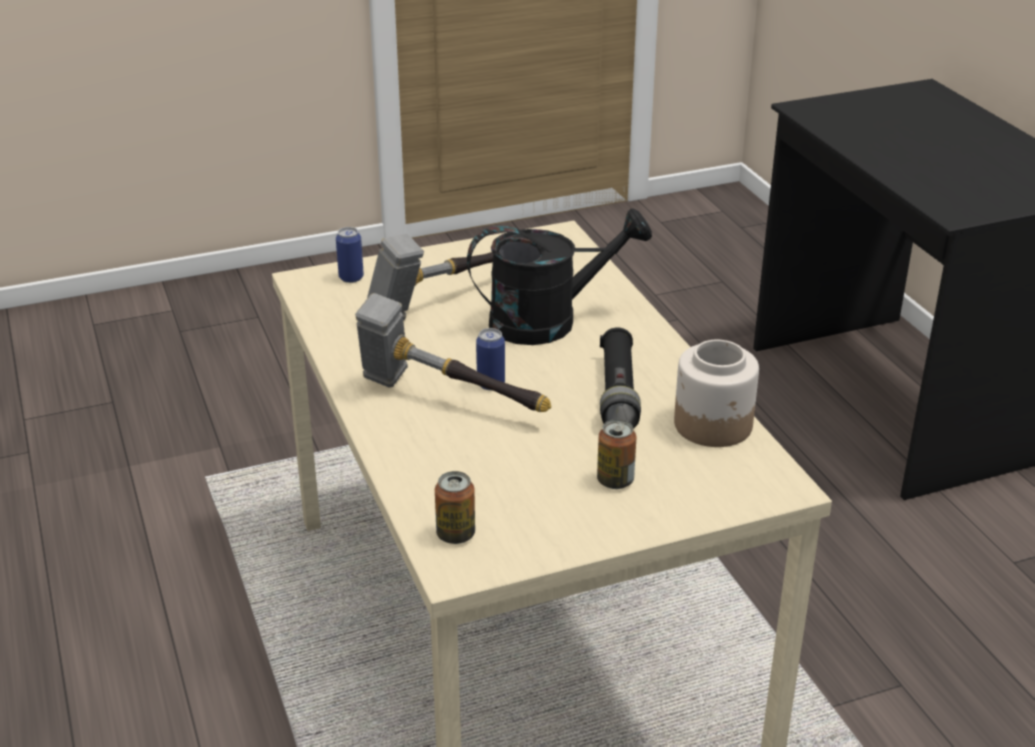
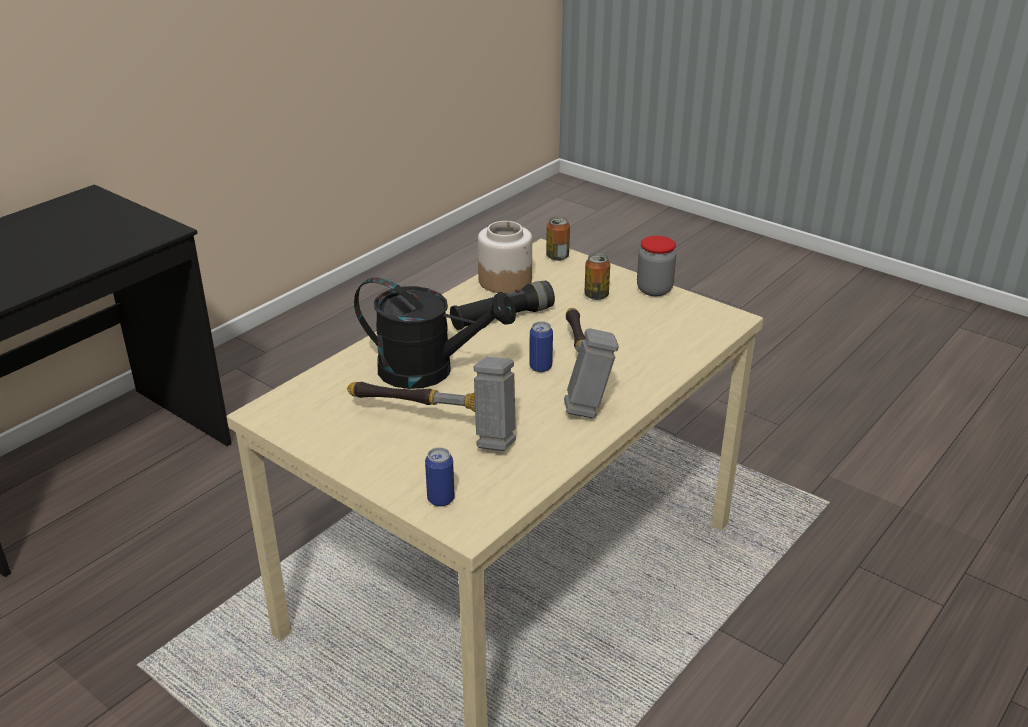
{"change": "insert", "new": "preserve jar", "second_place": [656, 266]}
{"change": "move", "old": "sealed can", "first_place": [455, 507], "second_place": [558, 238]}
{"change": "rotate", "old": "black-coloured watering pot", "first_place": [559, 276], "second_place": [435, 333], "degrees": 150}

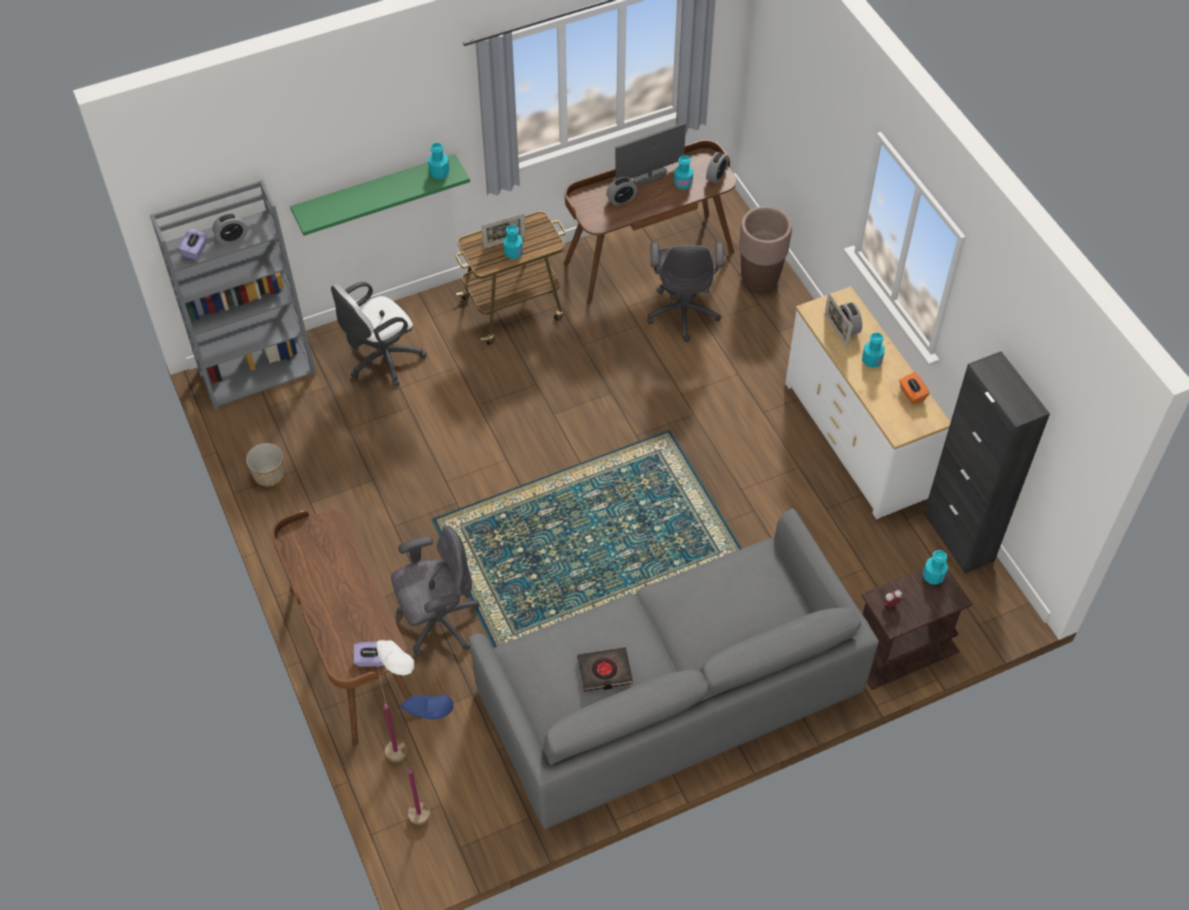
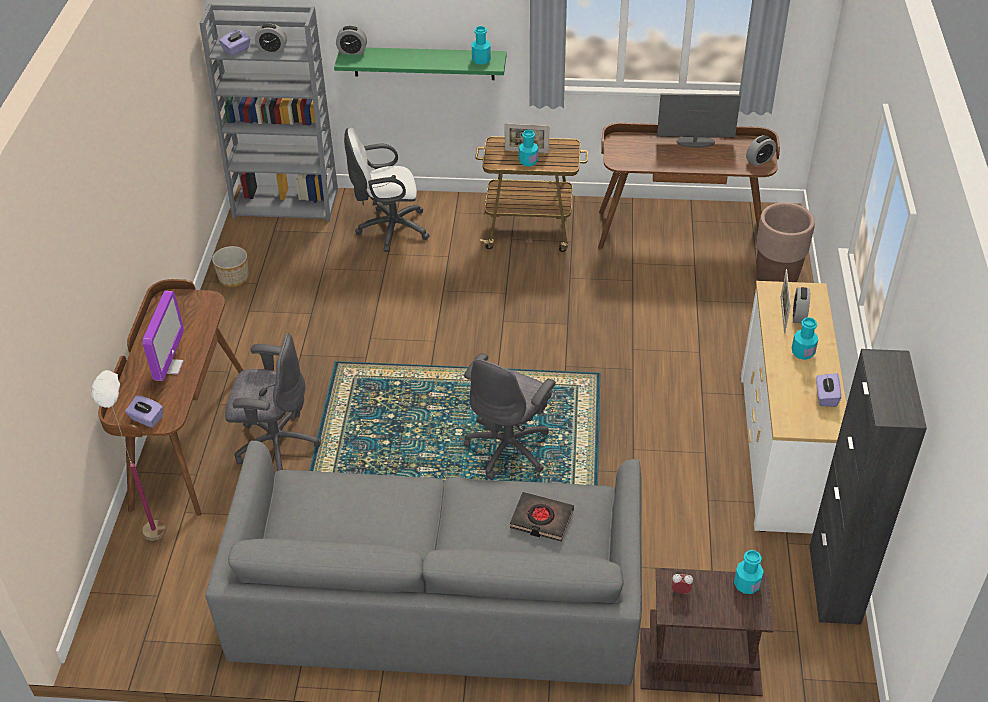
{"change": "delete", "old": "blue standing lamp", "first_place": [425, 760]}
{"change": "delete", "old": "turquoise drink bottle", "first_place": [683, 172]}
{"change": "insert", "new": "monitor", "second_place": [163, 336]}
{"change": "move", "old": "black-coloured book", "first_place": [605, 669], "second_place": [542, 516]}
{"change": "move", "old": "table clock", "first_place": [621, 191], "second_place": [351, 40]}
{"change": "move", "old": "grey computer chair", "first_place": [685, 292], "second_place": [510, 416]}
{"change": "recolor", "old": "orange-coloured tissue box", "new": "purple-coloured tissue box", "first_place": [914, 388], "second_place": [828, 390]}

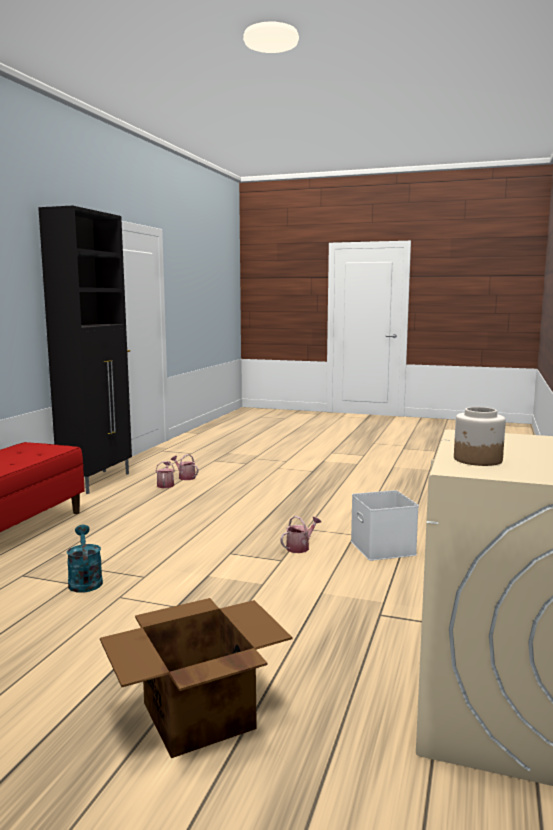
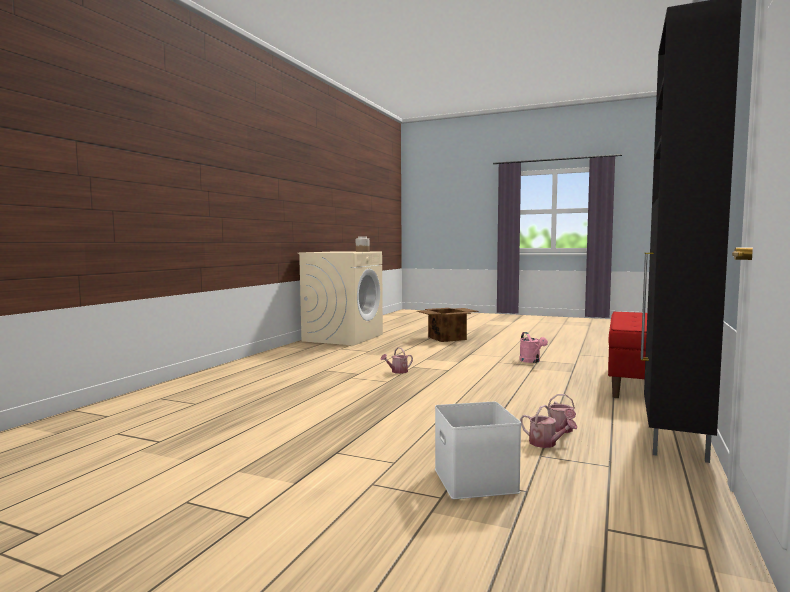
{"change": "move", "old": "white storage container", "first_place": [385, 525], "second_place": [478, 450]}
{"change": "recolor", "old": "turquoise watering pot", "new": "pink watering pot", "first_place": [85, 559], "second_place": [533, 347]}

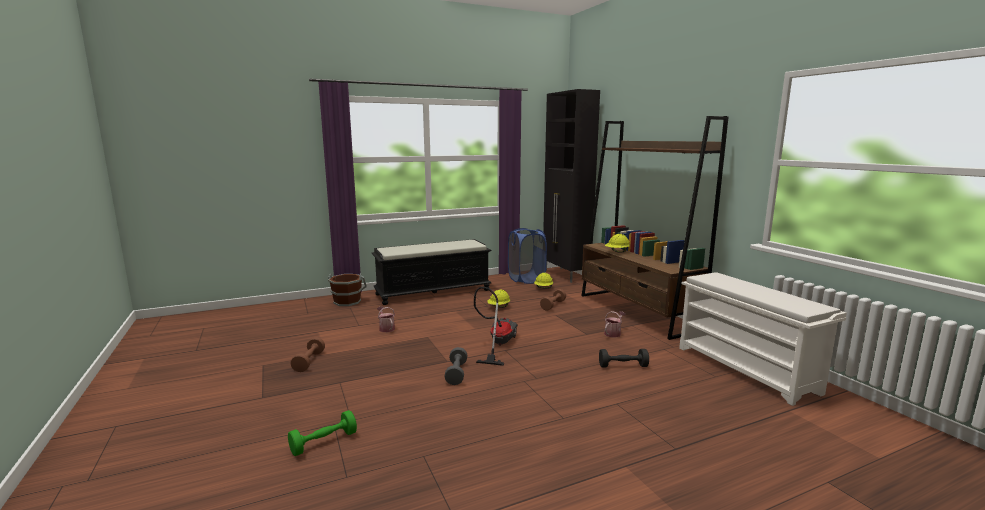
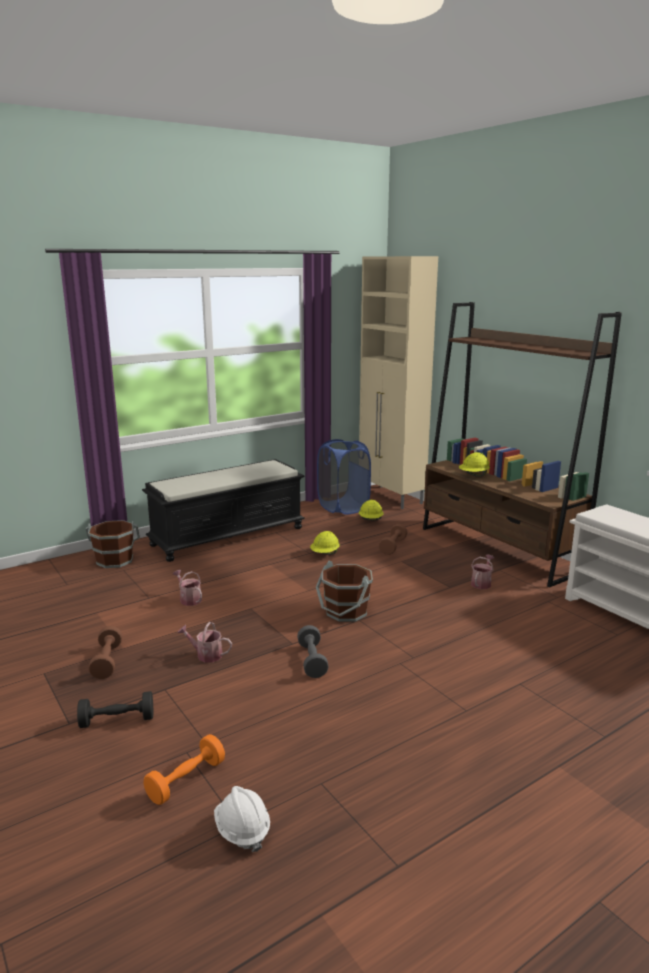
{"change": "insert", "new": "watering pot", "second_place": [205, 642]}
{"change": "insert", "new": "white work helmet", "second_place": [242, 819]}
{"change": "move", "old": "black-coloured dumbbell", "first_place": [624, 358], "second_place": [115, 709]}
{"change": "replace", "old": "vacuum cleaner", "new": "brownish pail", "first_place": [496, 326], "second_place": [344, 591]}
{"change": "recolor", "old": "greenish dumbbell", "new": "orange-coloured dumbbell", "first_place": [322, 433], "second_place": [184, 769]}
{"change": "recolor", "old": "black-coloured storage cabinet", "new": "beige-coloured storage cabinet", "first_place": [571, 186], "second_place": [398, 382]}

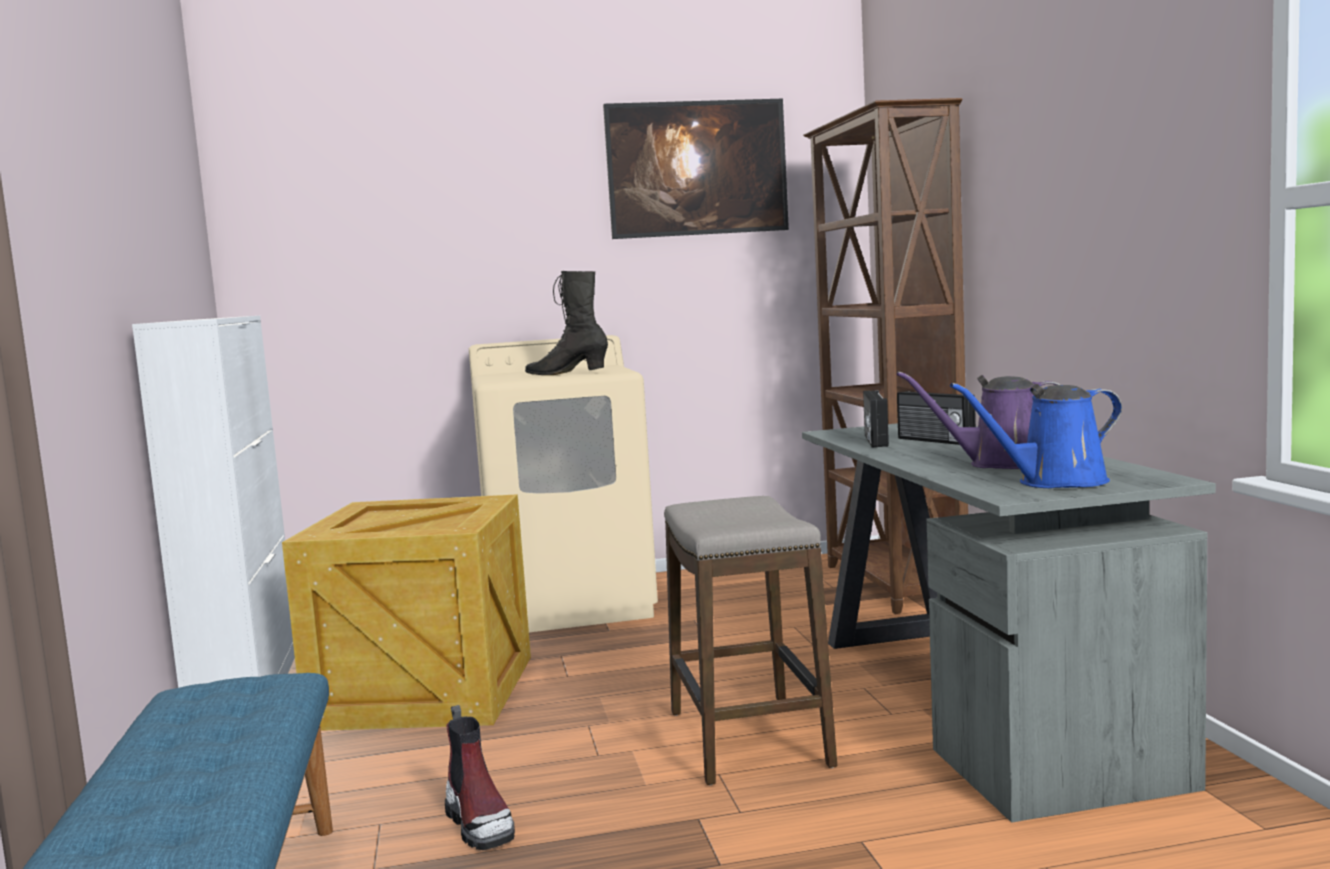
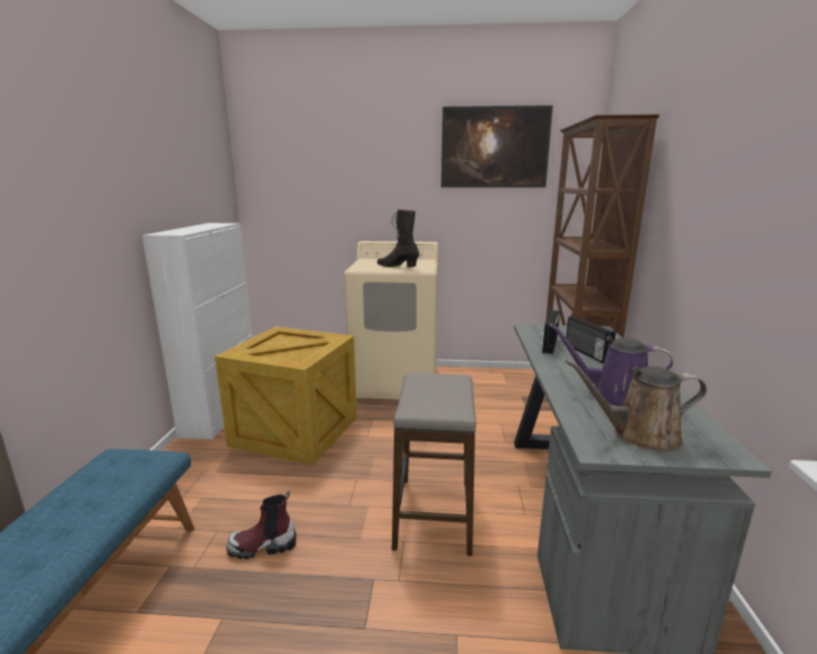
{"change": "recolor", "old": "blue watering pot", "new": "brownish watering pot", "first_place": [1036, 435], "second_place": [636, 405]}
{"change": "rotate", "old": "high-top boot", "first_place": [480, 777], "second_place": [261, 525], "degrees": 90}

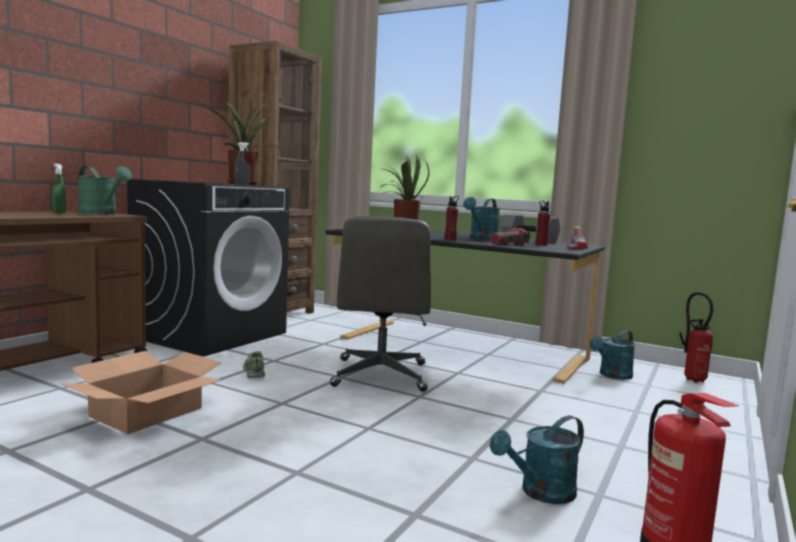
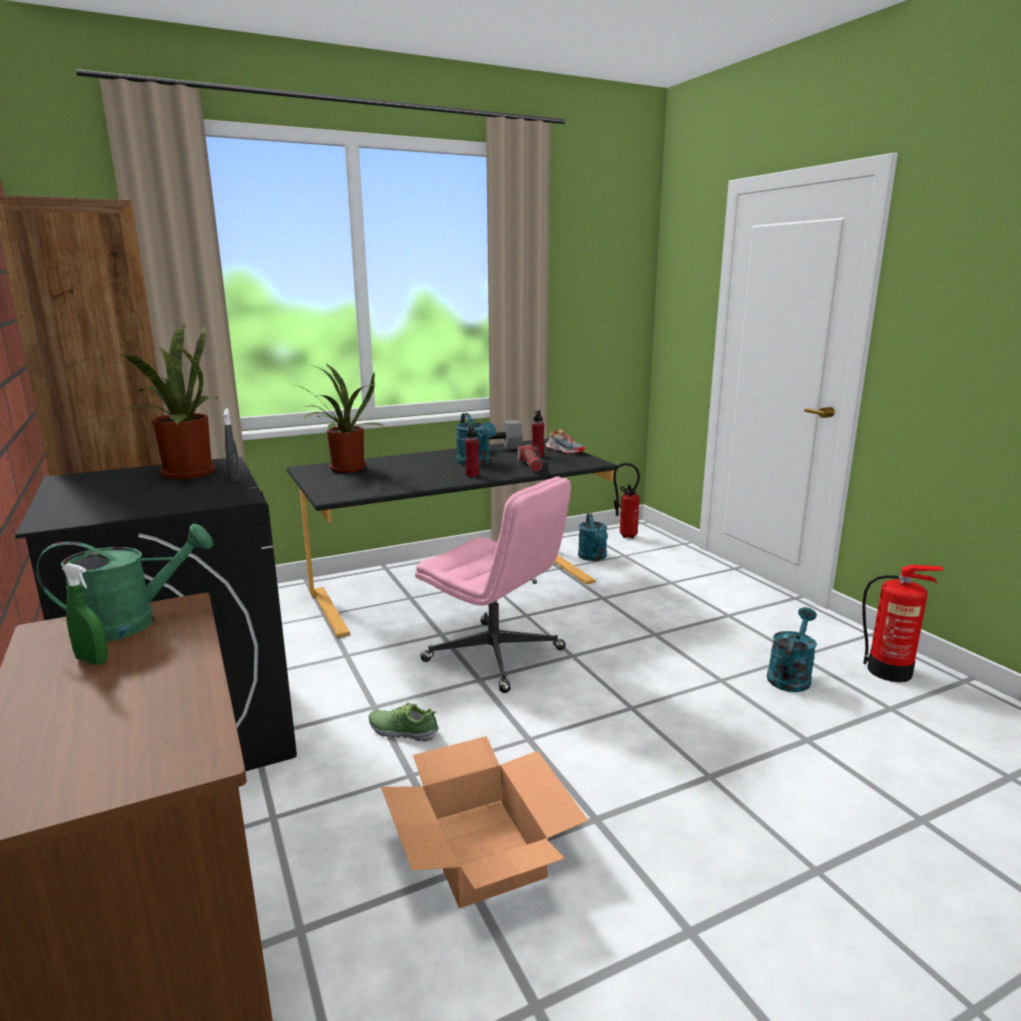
{"change": "recolor", "old": "grey computer chair", "new": "pink computer chair", "first_place": [380, 304], "second_place": [493, 584]}
{"change": "rotate", "old": "turquoise watering pot", "first_place": [537, 459], "second_place": [792, 649], "degrees": -150}

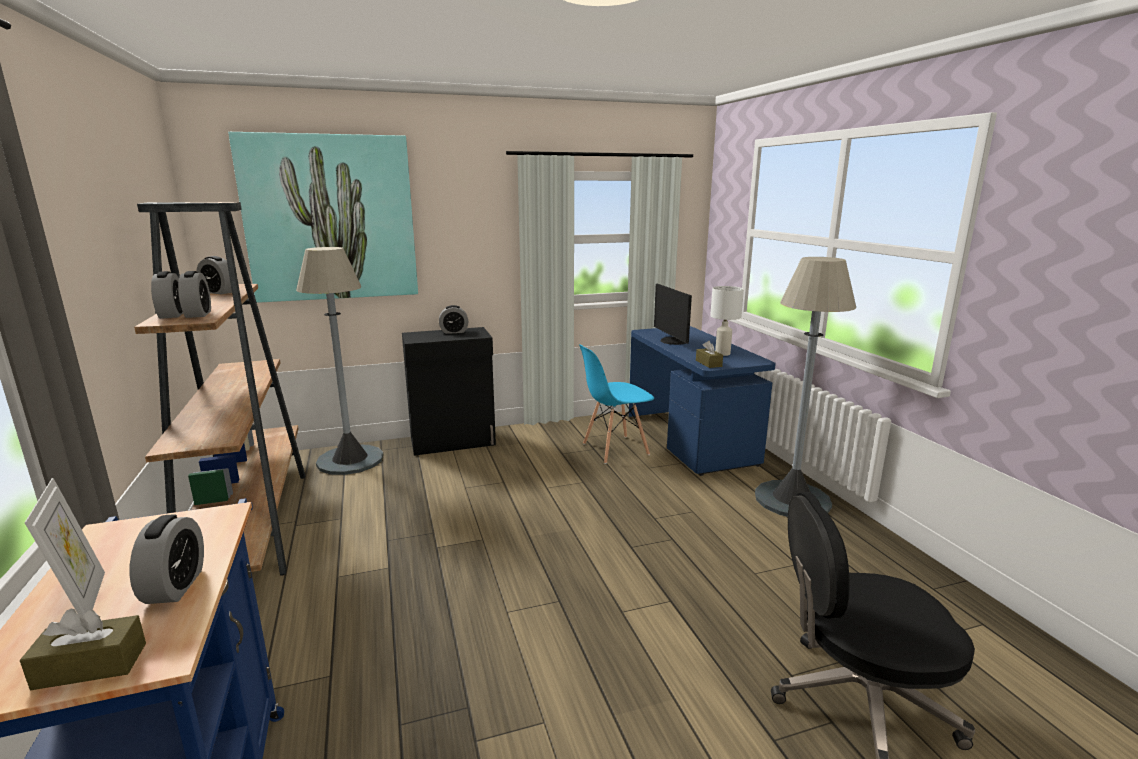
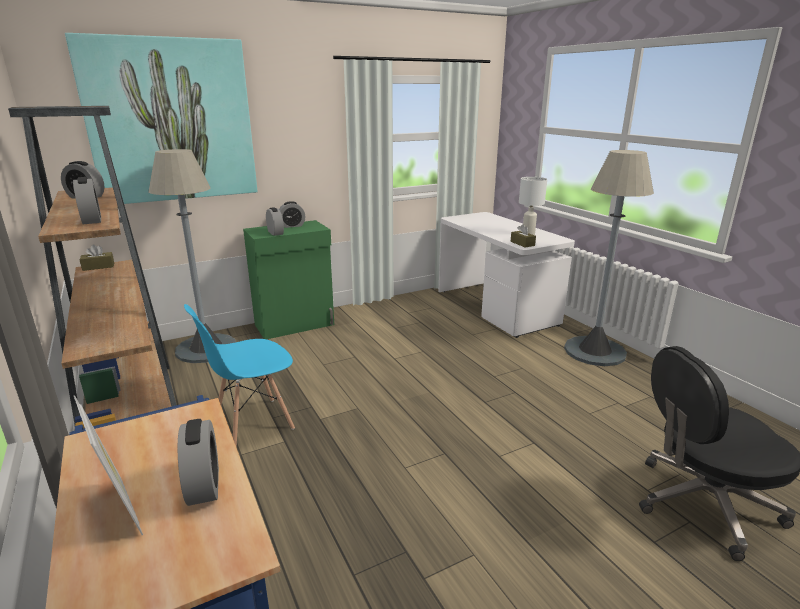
{"change": "delete", "old": "monitor", "first_place": [673, 314]}
{"change": "move", "old": "brownish tissue box", "first_place": [83, 649], "second_place": [96, 257]}
{"change": "move", "old": "table clock", "first_place": [167, 295], "second_place": [275, 221]}
{"change": "move", "old": "blue upright chair", "first_place": [616, 404], "second_place": [239, 375]}
{"change": "recolor", "old": "black-coloured storage cabinet", "new": "greenish storage cabinet", "first_place": [449, 391], "second_place": [288, 279]}
{"change": "recolor", "old": "blue desk table", "new": "white desk table", "first_place": [702, 401], "second_place": [507, 275]}

